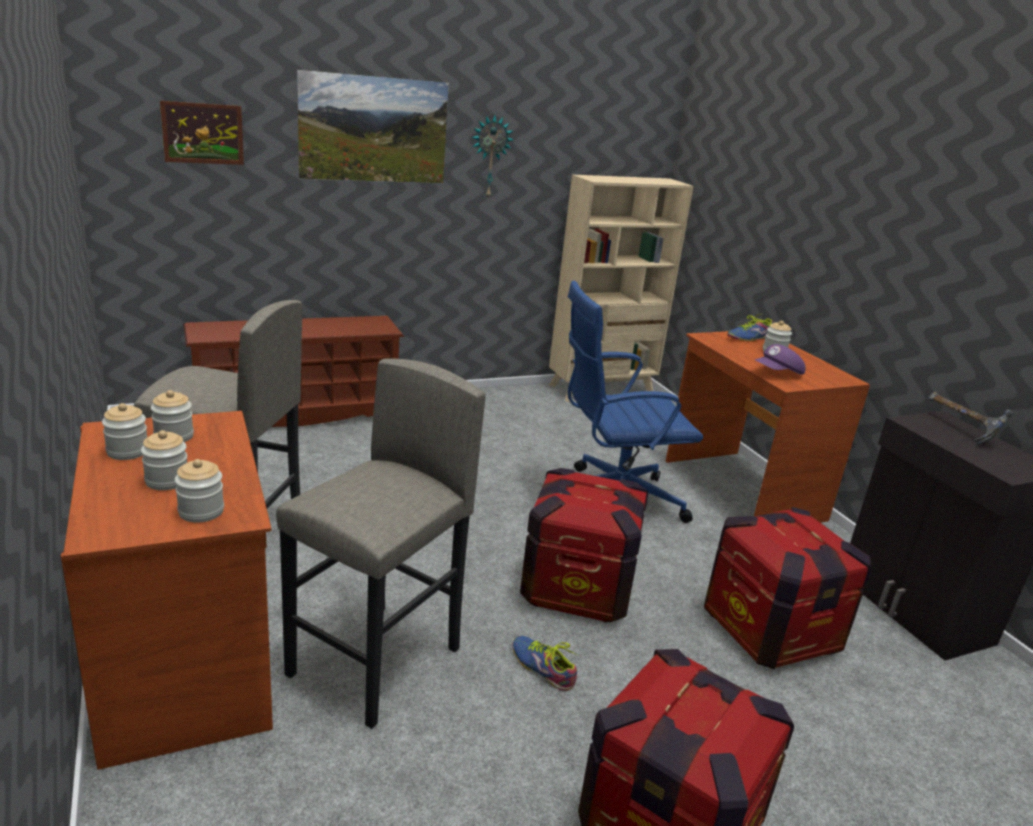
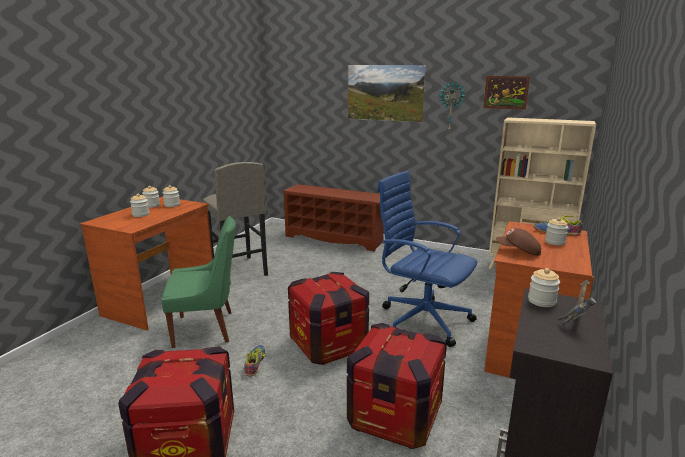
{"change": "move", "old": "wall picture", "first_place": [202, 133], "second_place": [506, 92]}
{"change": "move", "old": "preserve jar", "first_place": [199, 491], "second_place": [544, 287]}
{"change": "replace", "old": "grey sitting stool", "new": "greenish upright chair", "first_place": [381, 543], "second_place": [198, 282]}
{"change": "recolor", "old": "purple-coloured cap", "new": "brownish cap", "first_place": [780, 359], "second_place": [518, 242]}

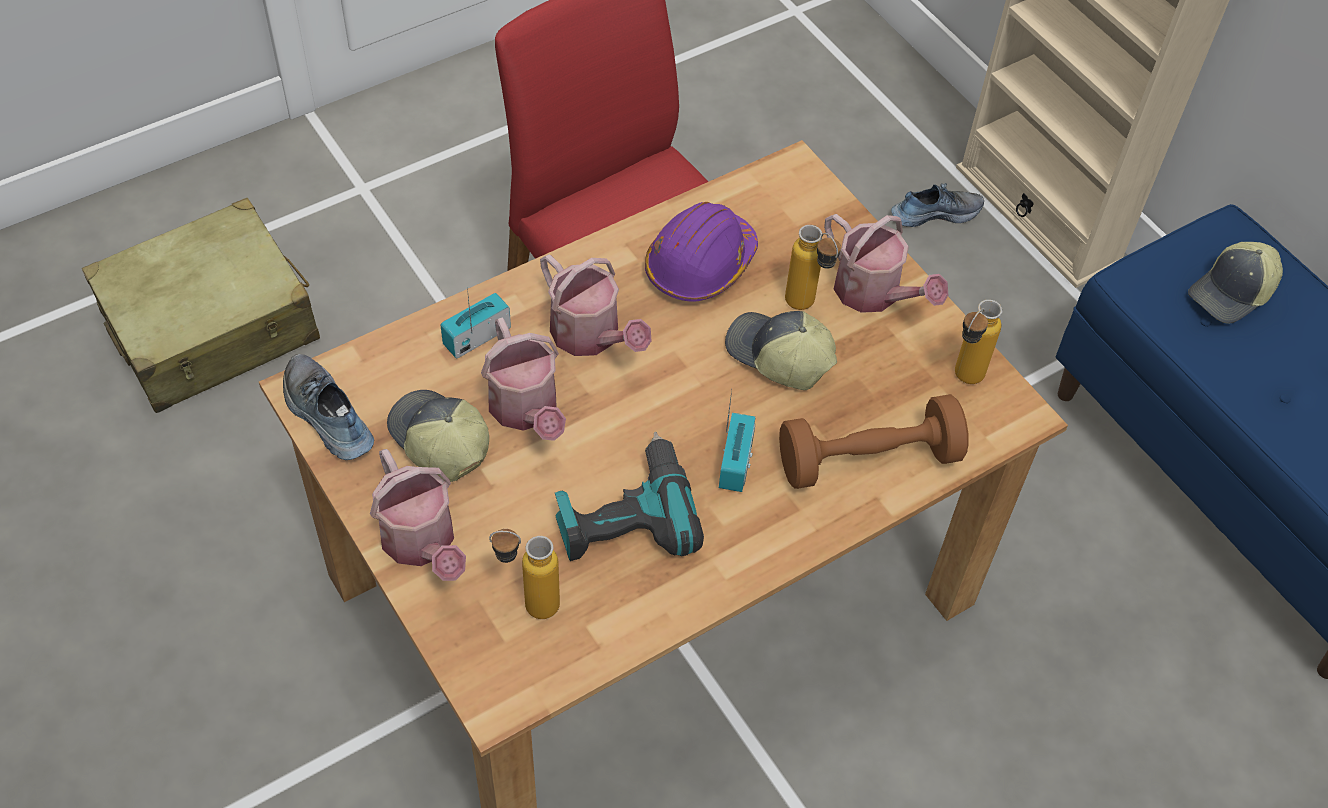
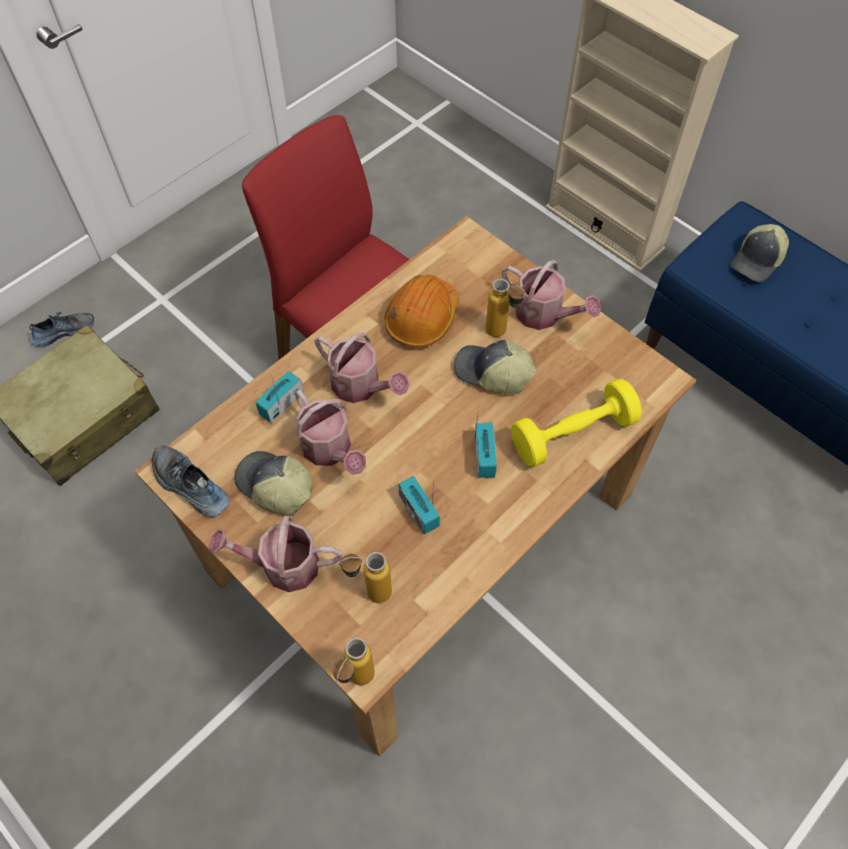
{"change": "move", "old": "low shoe", "first_place": [937, 205], "second_place": [61, 329]}
{"change": "move", "old": "drink bottle", "first_place": [979, 342], "second_place": [354, 662]}
{"change": "replace", "old": "electric drill", "new": "radio set", "first_place": [629, 496], "second_place": [419, 505]}
{"change": "recolor", "old": "purple-coloured work helmet", "new": "orange-coloured work helmet", "first_place": [701, 252], "second_place": [421, 311]}
{"change": "recolor", "old": "brownish dumbbell", "new": "yellowish dumbbell", "first_place": [874, 441], "second_place": [576, 423]}
{"change": "rotate", "old": "watering pot", "first_place": [418, 515], "second_place": [275, 554], "degrees": 135}

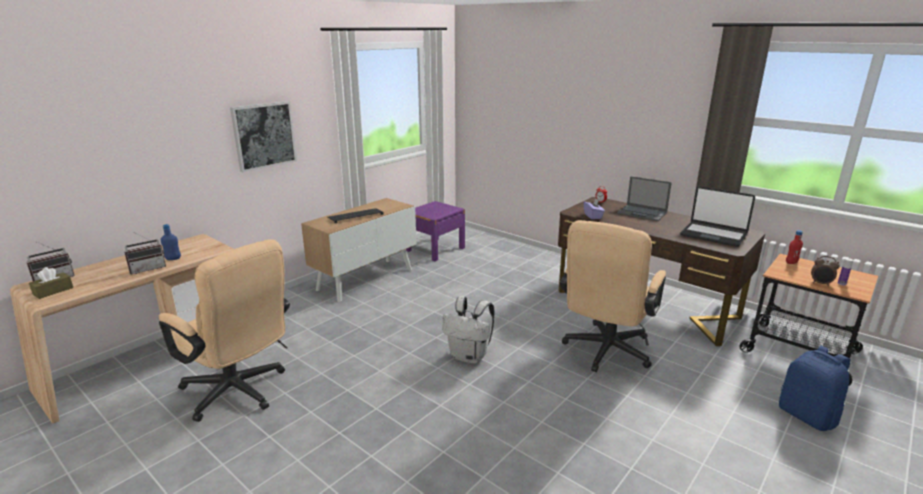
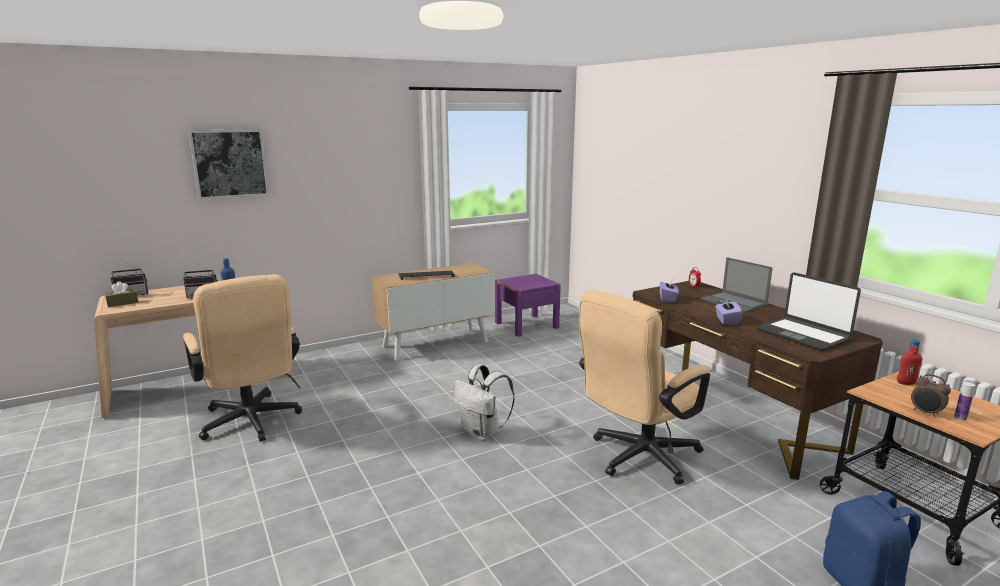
{"change": "insert", "new": "purple-coloured tissue box", "second_place": [728, 312]}
{"change": "move", "old": "wall picture", "first_place": [263, 136], "second_place": [228, 164]}

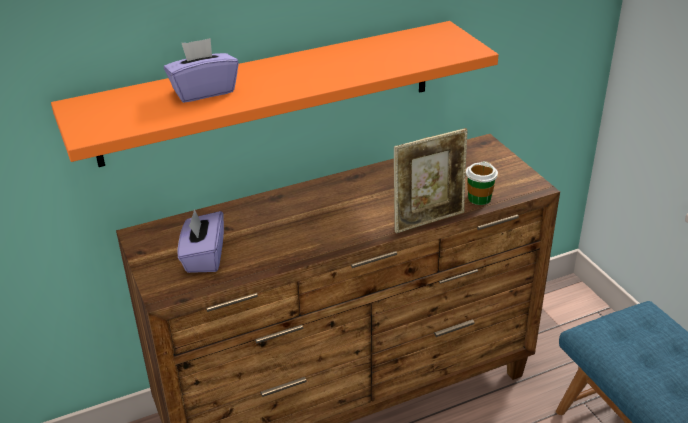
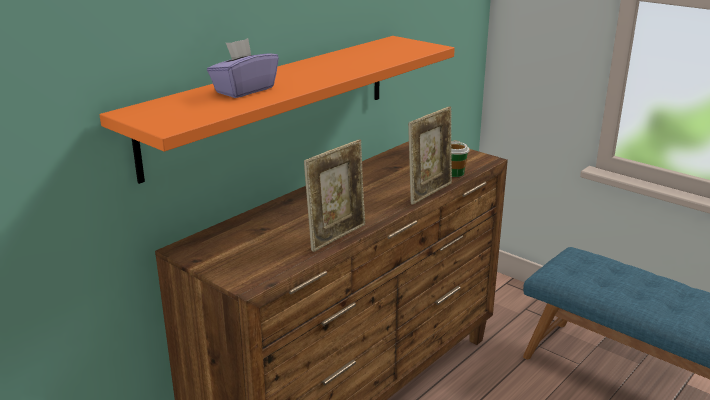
{"change": "delete", "old": "purple-coloured tissue box", "first_place": [201, 241]}
{"change": "insert", "new": "picture frame", "second_place": [334, 196]}

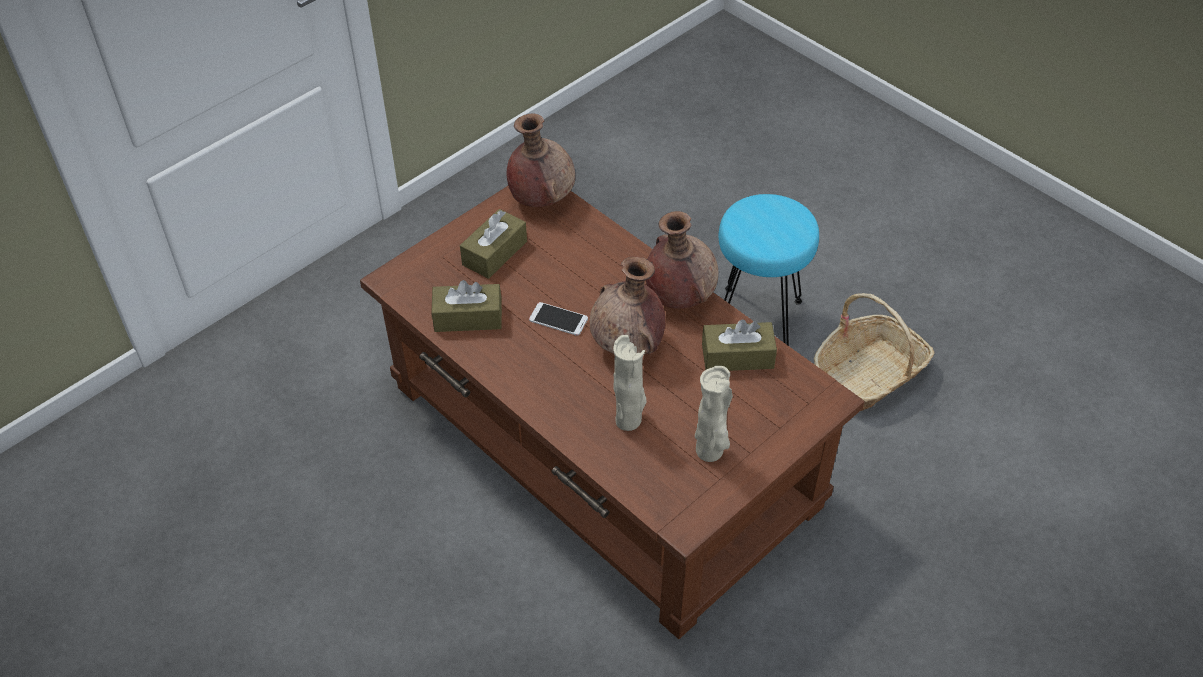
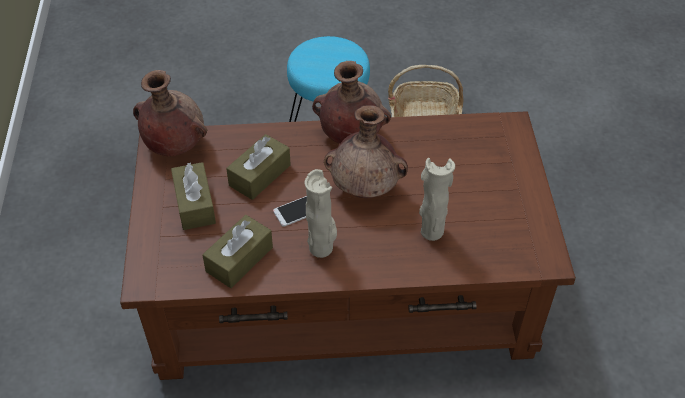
{"change": "move", "old": "beige-coloured flower vase", "first_place": [714, 414], "second_place": [321, 213]}
{"change": "move", "old": "brownish tissue box", "first_place": [739, 345], "second_place": [258, 167]}

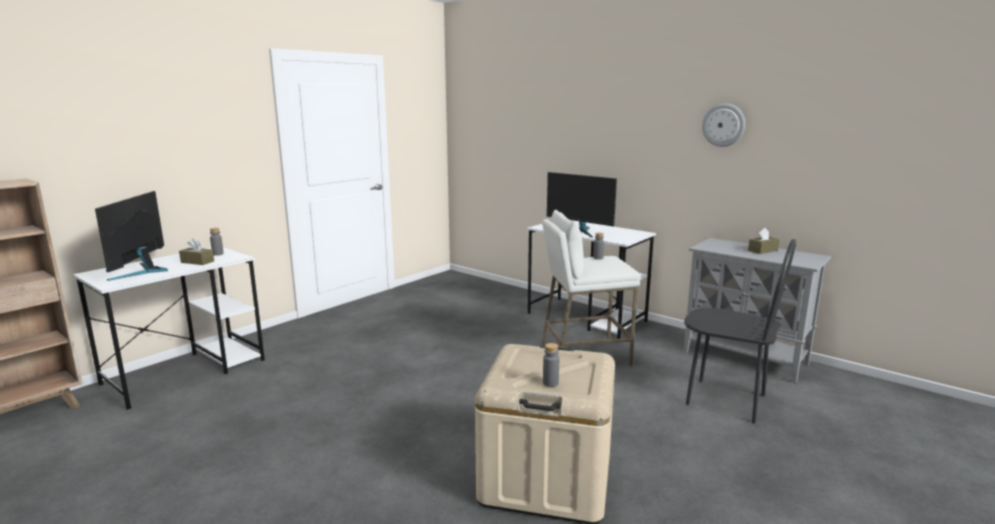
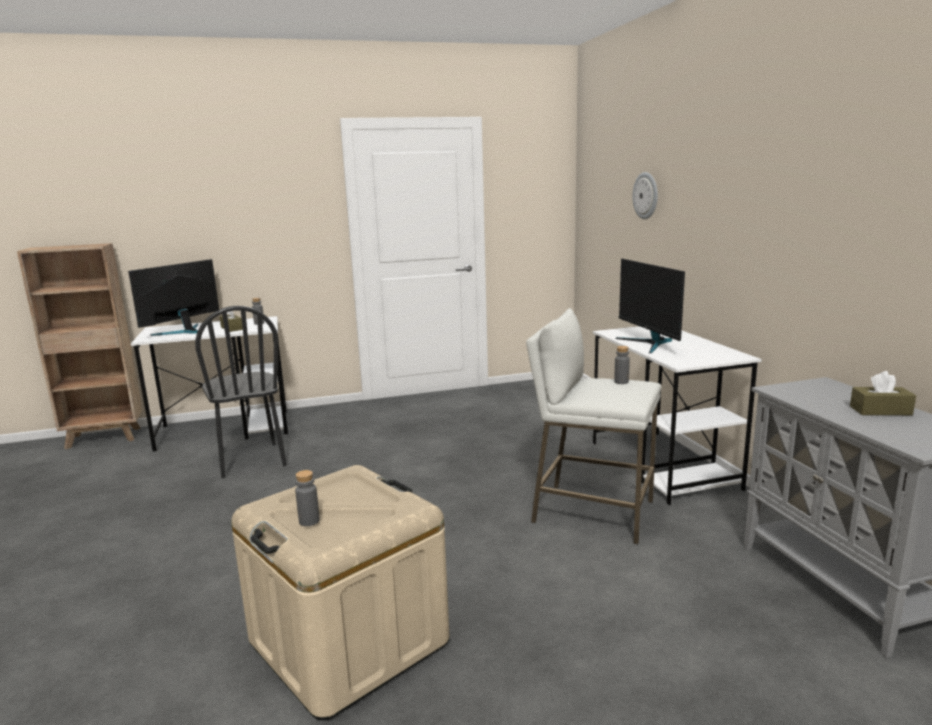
{"change": "move", "old": "black-coloured upright chair", "first_place": [740, 331], "second_place": [241, 392]}
{"change": "move", "old": "hanging clock", "first_place": [723, 125], "second_place": [645, 195]}

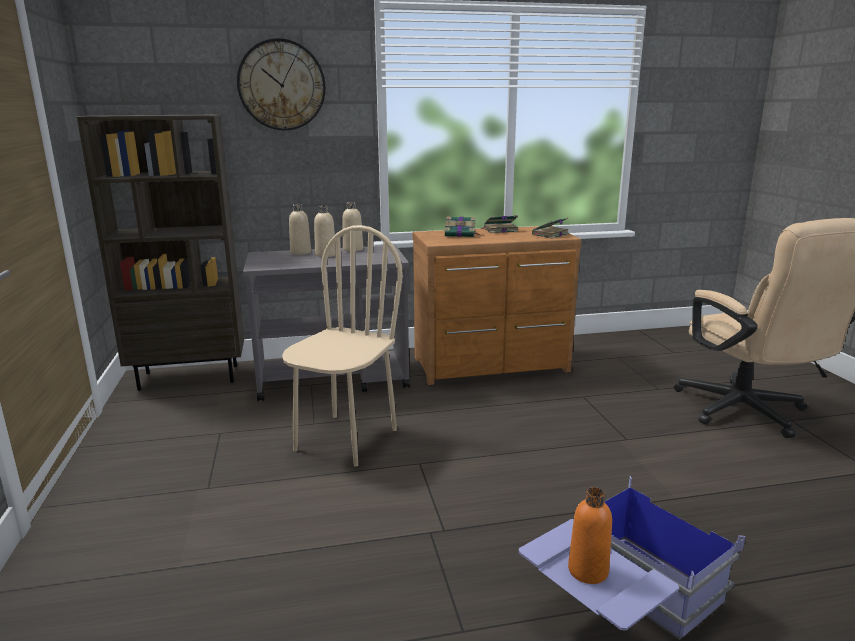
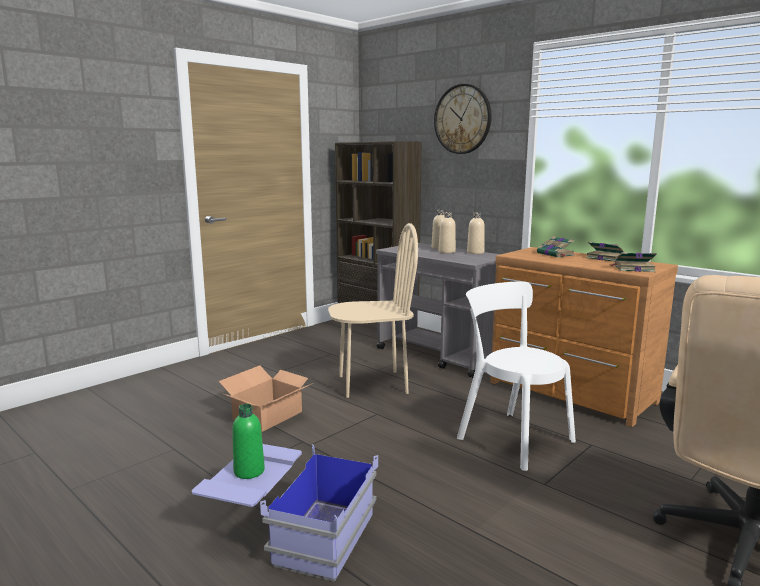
{"change": "insert", "new": "cardboard box", "second_place": [265, 399]}
{"change": "insert", "new": "white upright chair", "second_place": [516, 376]}
{"change": "recolor", "old": "orange-coloured drink bottle", "new": "greenish drink bottle", "first_place": [590, 535], "second_place": [248, 441]}

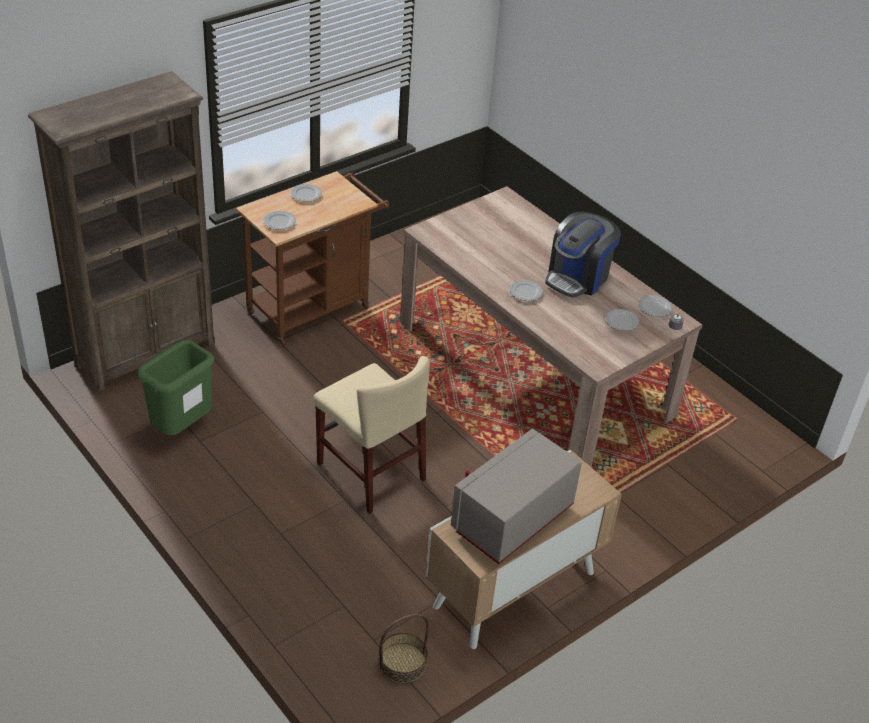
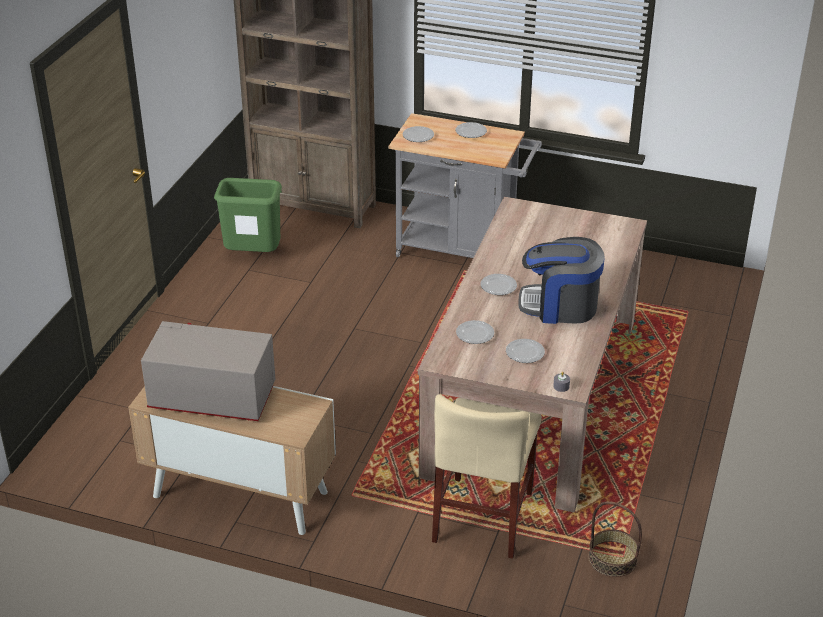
{"change": "move", "old": "beige-coloured upright chair", "first_place": [372, 435], "second_place": [487, 476]}
{"change": "move", "old": "household basket", "first_place": [403, 648], "second_place": [615, 539]}
{"change": "move", "old": "flat dish", "first_place": [655, 306], "second_place": [475, 332]}
{"change": "recolor", "old": "brownish wheeled cart", "new": "grey wheeled cart", "first_place": [312, 258], "second_place": [465, 185]}

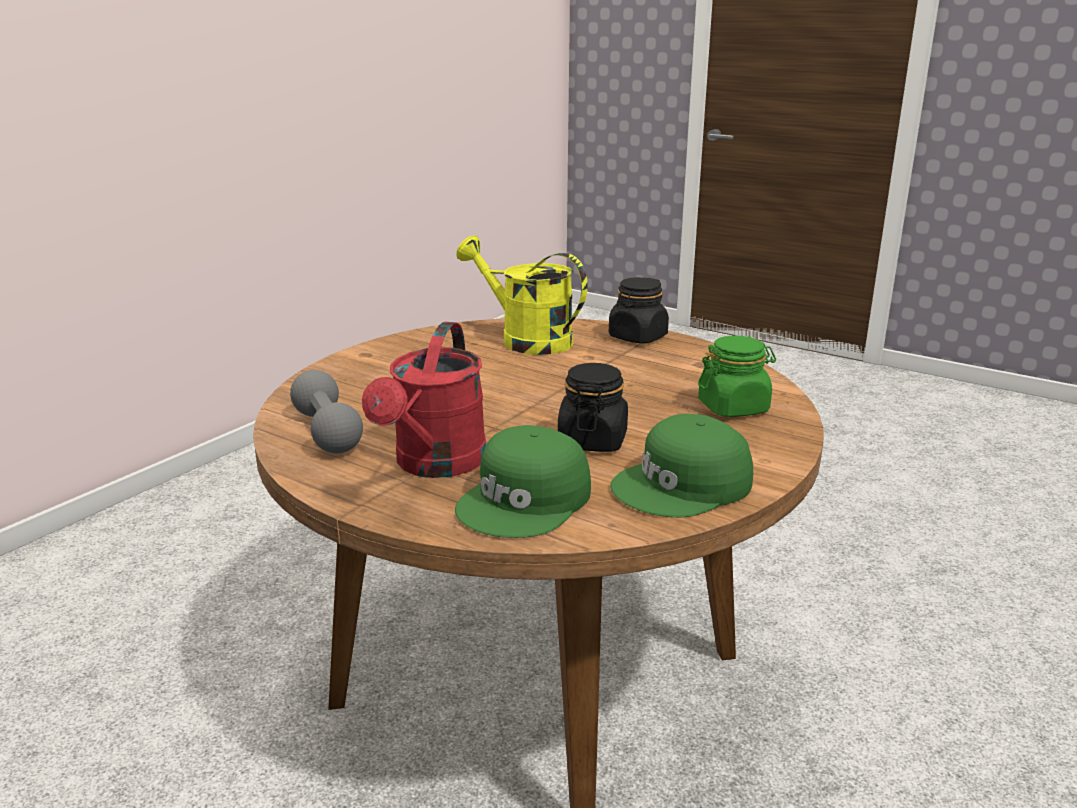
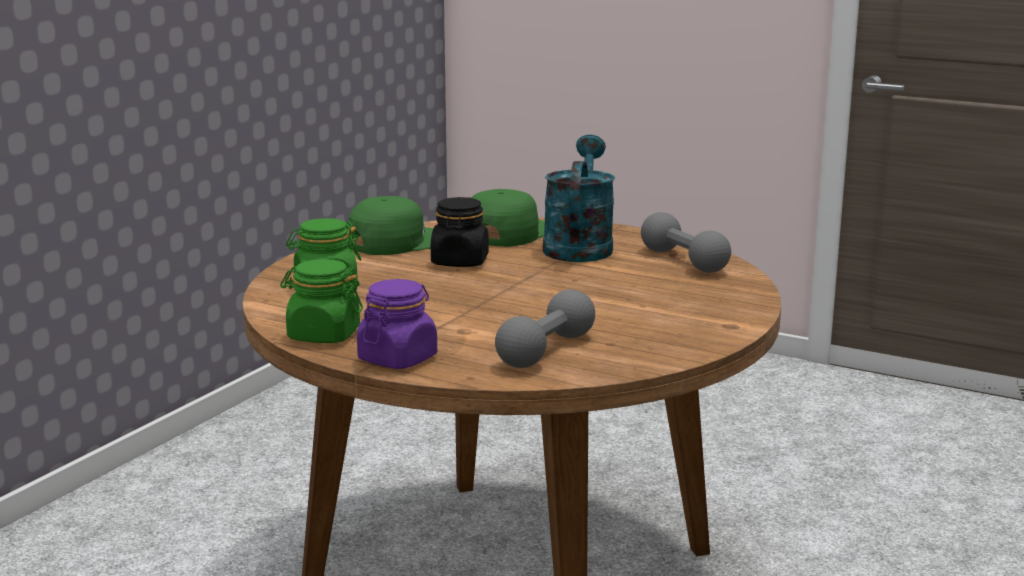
{"change": "insert", "new": "greenish preserve jar", "second_place": [321, 301]}
{"change": "replace", "old": "yellowish watering pot", "new": "grey dumbbell", "first_place": [522, 295], "second_place": [545, 328]}
{"change": "recolor", "old": "reddish watering pot", "new": "turquoise watering pot", "first_place": [424, 400], "second_place": [579, 198]}
{"change": "recolor", "old": "black-coloured preserve jar", "new": "purple-coloured preserve jar", "first_place": [639, 310], "second_place": [397, 324]}

